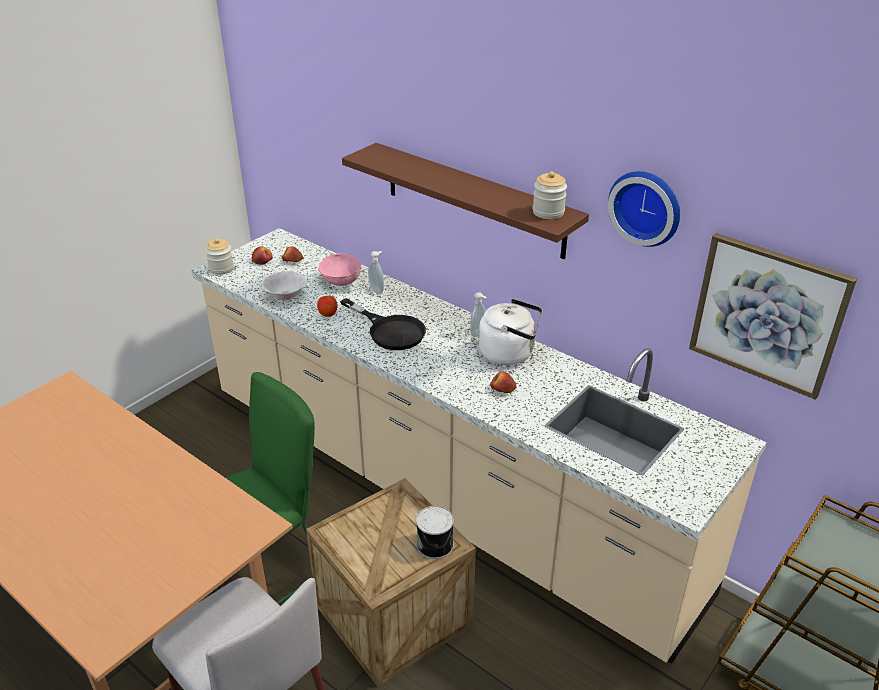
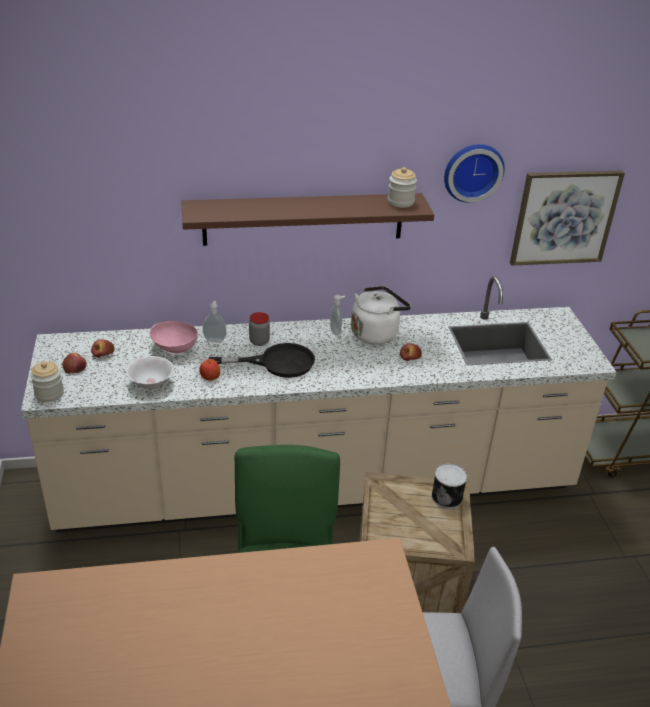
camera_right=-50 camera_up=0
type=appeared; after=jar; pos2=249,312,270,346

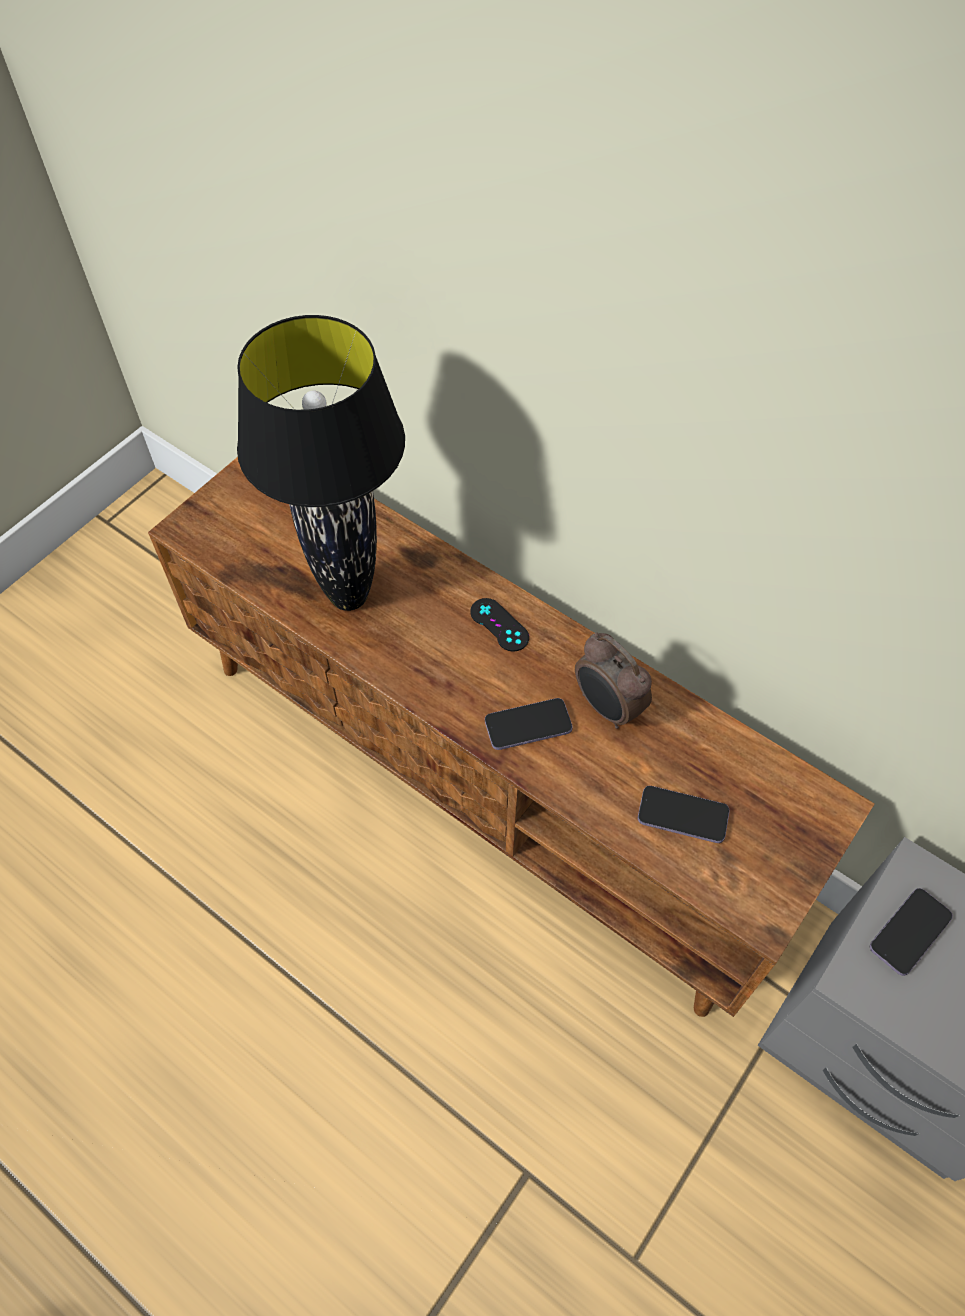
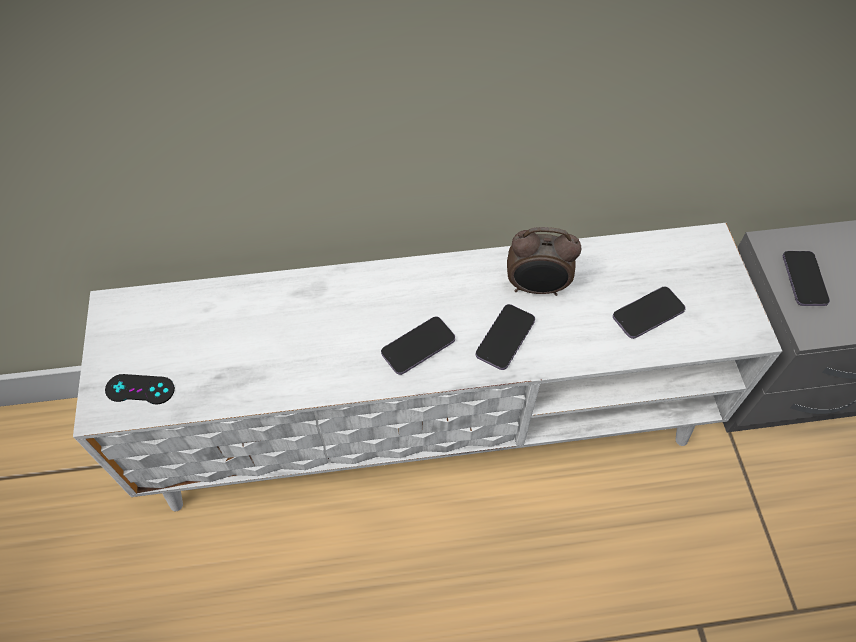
camera_right=-45 camera_up=0
type=missing; before=black table lamp; pos1=237,315,405,611
type=colour; before=brown tv stand; after=white tv stand; pos1=148,457,875,1017; pos2=73,223,782,511
type=relocated; before=black game controller; pos1=470,598,529,652; pos2=105,374,175,405
type=appeared; after=phone; pos2=381,316,455,375

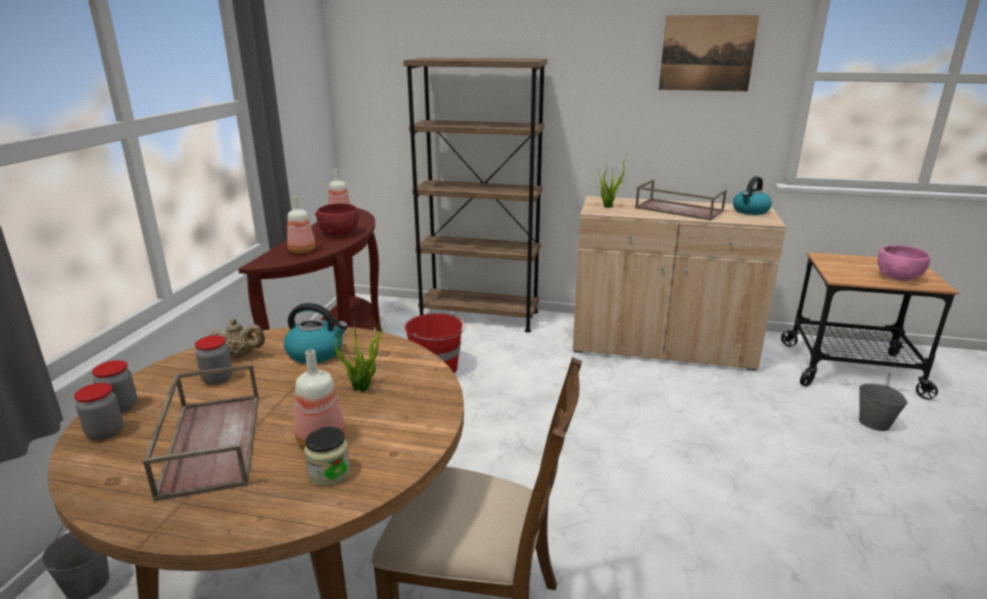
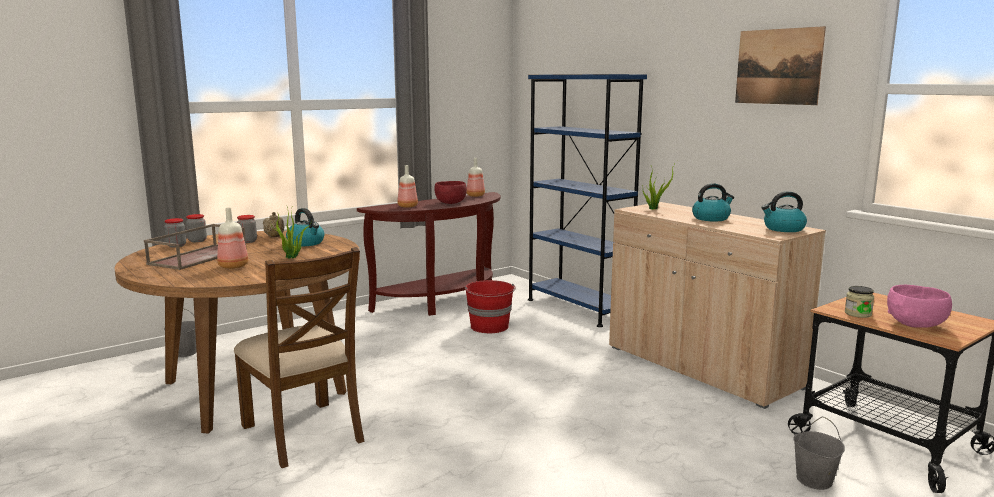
camera_right=40 camera_up=-10
type=colour; before=brown bookcase; after=blue bookcase; pos1=403,58,547,333; pos2=528,74,647,327
type=exchanged; before=brown tray; after=kettle; pos1=635,180,727,221; pos2=692,183,734,221
type=relocated; before=jar; pos1=304,427,350,486; pos2=845,286,874,318

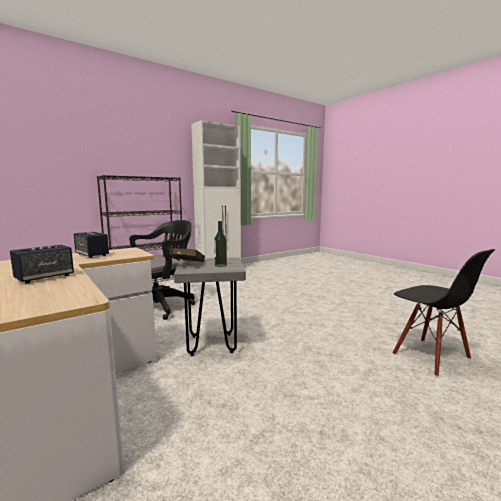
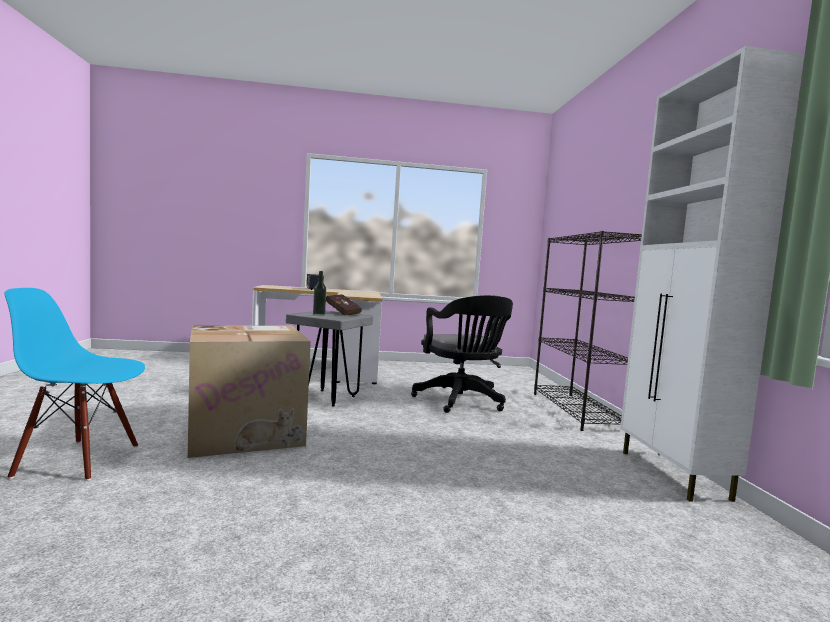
camera_right=120 camera_up=-5
type=missing; before=speaker; pos1=74,232,109,258
type=colour; before=black chair; after=blue chair; pos1=393,249,495,377; pos2=5,288,145,481
type=appeared; after=cardboard box; pos2=188,325,311,458

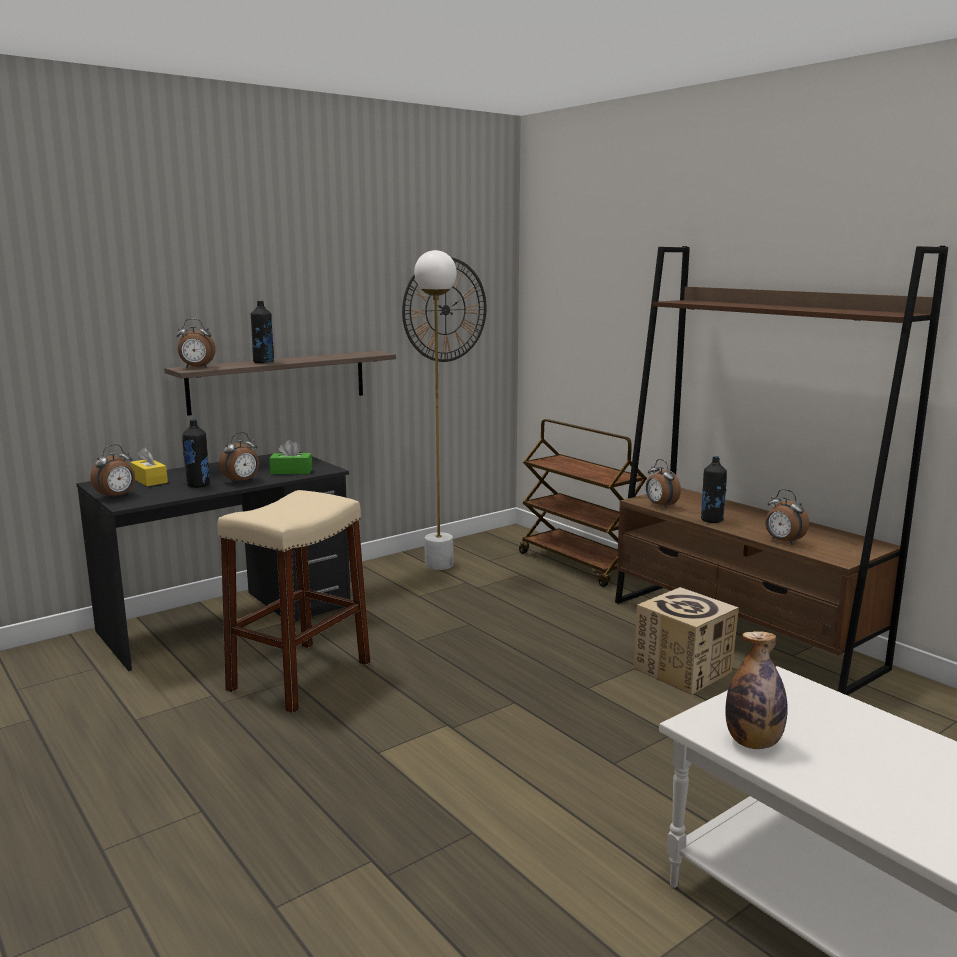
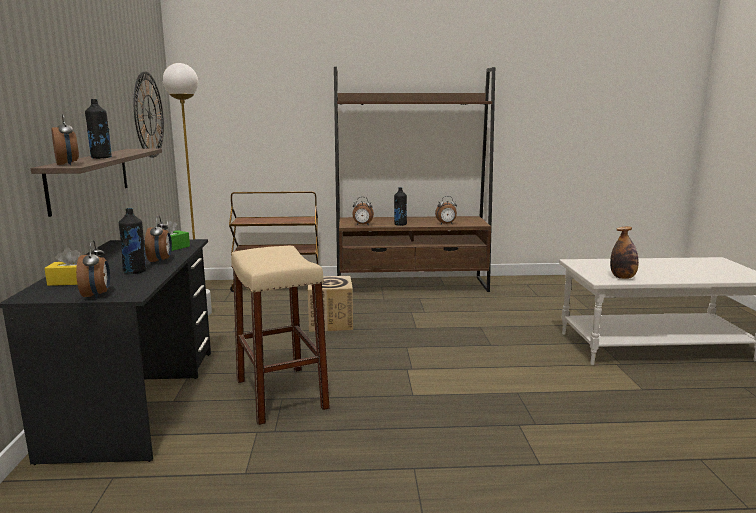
camera_right=-55 camera_up=0
type=spun; before=alarm clock; pos1=176,318,216,368; pos2=52,114,79,165; turn=-60
type=relocated; before=cardboard box; pos1=634,587,739,695; pos2=308,276,353,332

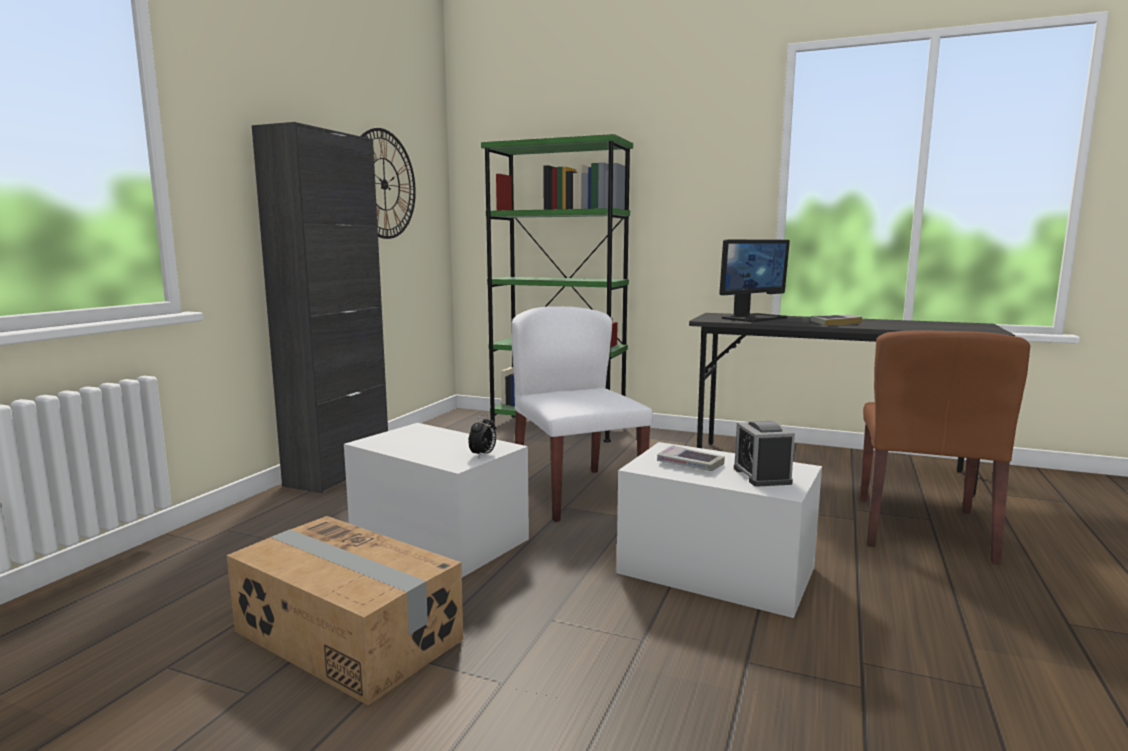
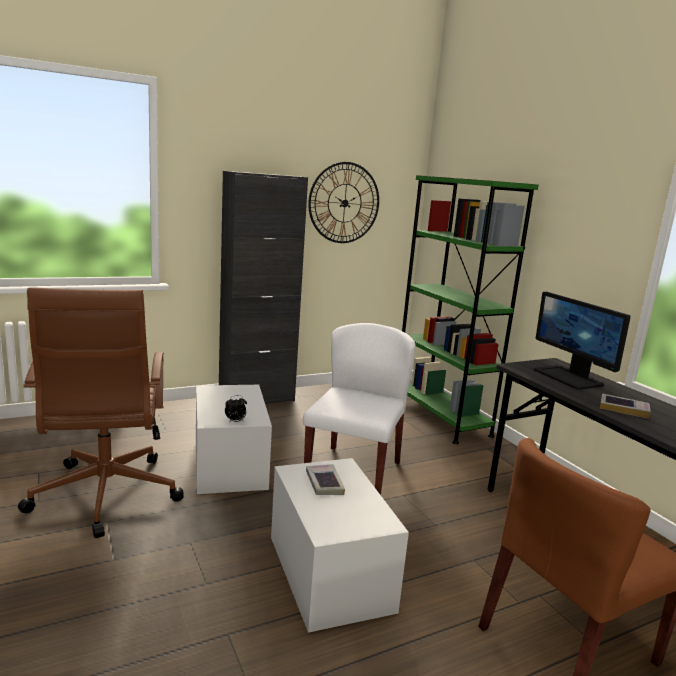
camera_right=40 camera_up=5
type=spun; before=monitor; pos1=719,239,790,322; pos2=533,292,631,390; turn=60
type=missing; before=alarm clock; pos1=734,421,795,486
type=exchanged; before=cardboard box; after=brown office chair; pos1=227,516,463,706; pos2=18,287,184,538

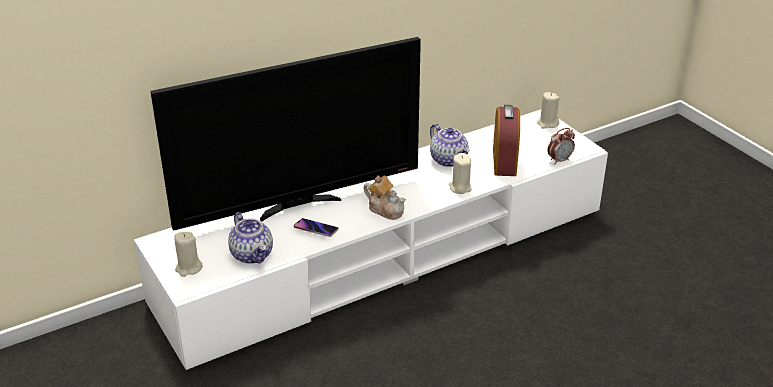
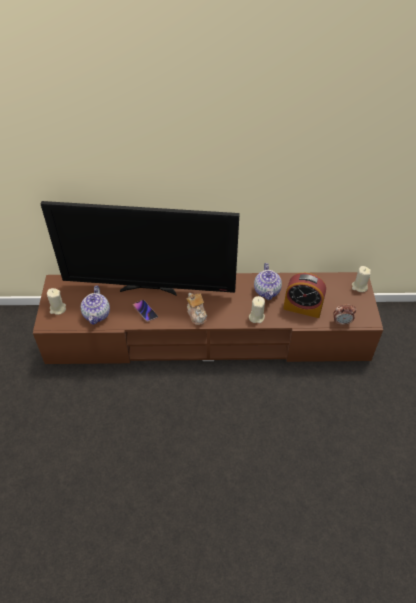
camera_right=30 camera_up=15
type=spun; before=alarm clock; pos1=493,105,520,176; pos2=283,273,326,318; turn=75
type=colour; before=white tv stand; after=brown tv stand; pos1=134,109,608,370; pos2=33,272,383,364

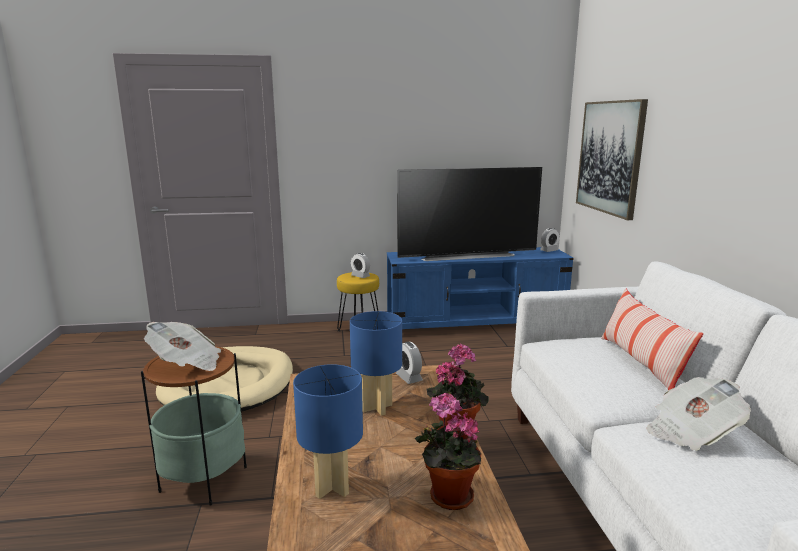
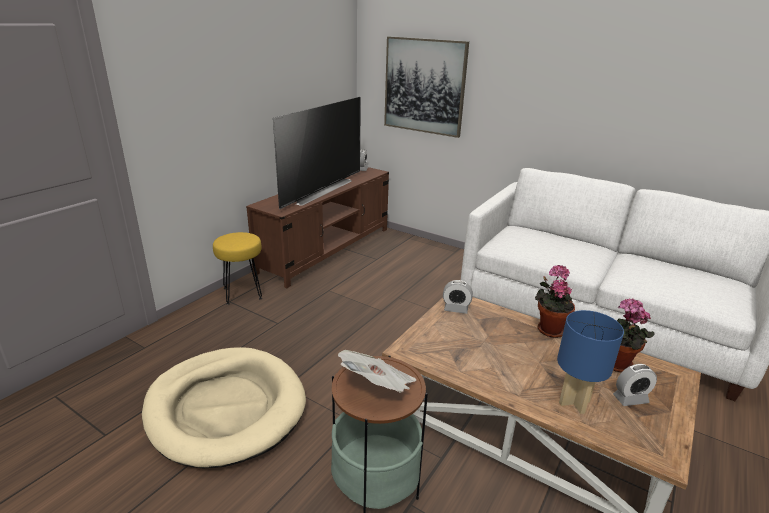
camera_right=-50 camera_up=10
type=colour; before=blue tv stand; after=brown tv stand; pos1=387,247,573,329; pos2=246,167,389,288
type=relocated; before=alarm clock; pos1=351,253,370,278; pos2=613,364,657,406
type=missing; before=pillow; pos1=601,288,703,390
type=missing; before=blue table lamp; pos1=350,311,402,416
type=missing; before=newspaper; pos1=646,377,751,451

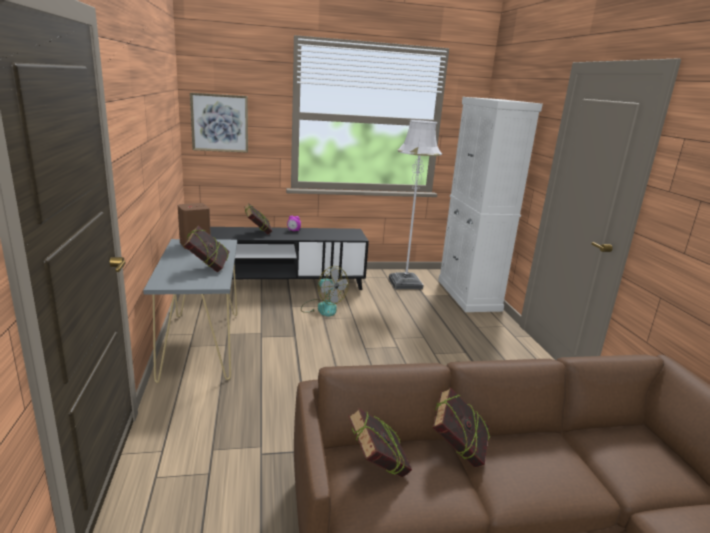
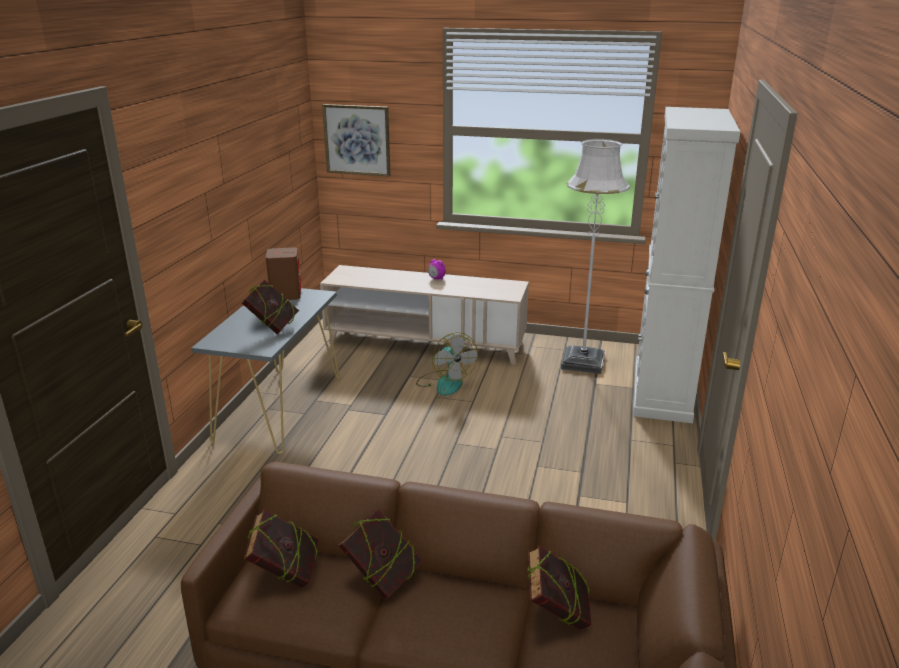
camera_right=25 camera_up=5
type=relocated; before=book; pos1=244,203,272,234; pos2=527,546,592,630
type=colour; before=black tv stand; after=beige tv stand; pos1=210,227,369,290; pos2=320,265,529,365

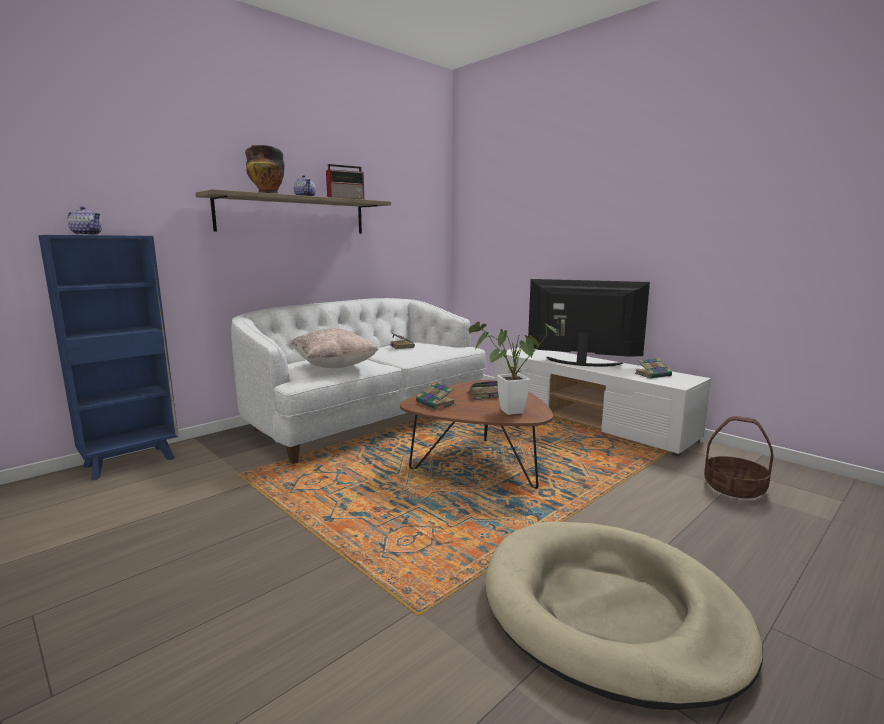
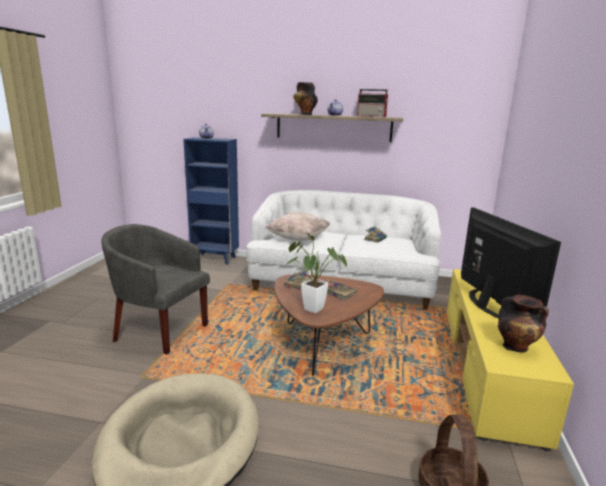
camera_right=55 camera_up=5
type=colour; before=white tv stand; after=yellow tv stand; pos1=494,347,711,456; pos2=447,269,574,451
type=exchanged; before=book; after=vase; pos1=635,358,673,379; pos2=498,295,549,353
type=appeared; after=grey armchair; pos2=101,224,210,354

